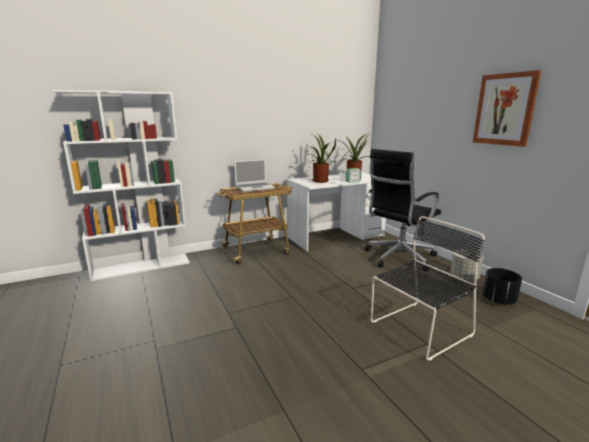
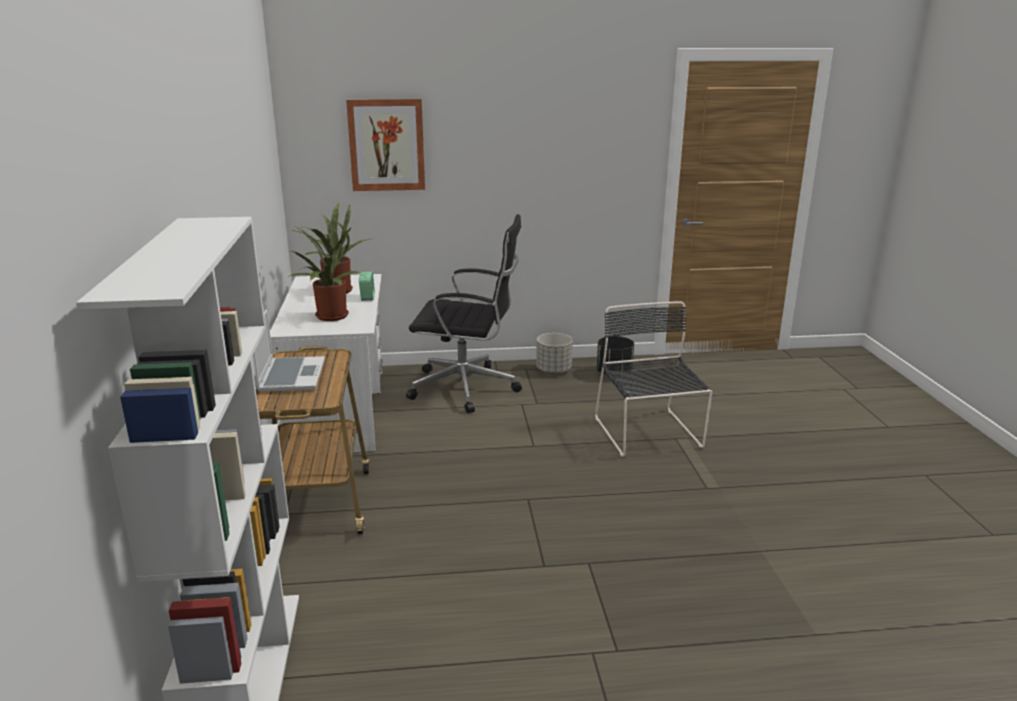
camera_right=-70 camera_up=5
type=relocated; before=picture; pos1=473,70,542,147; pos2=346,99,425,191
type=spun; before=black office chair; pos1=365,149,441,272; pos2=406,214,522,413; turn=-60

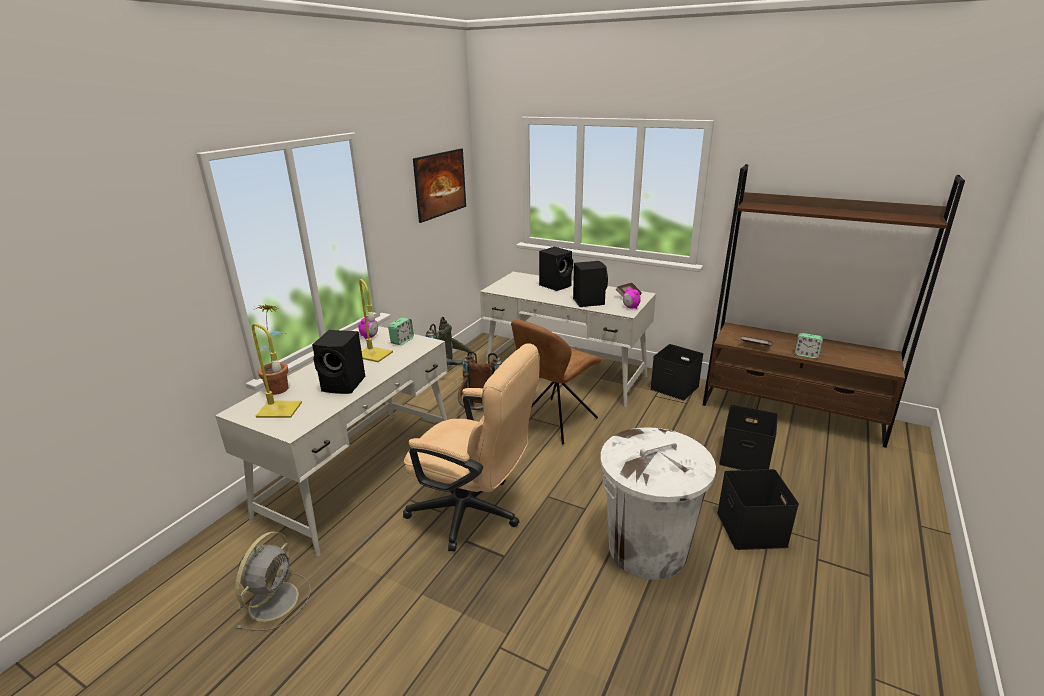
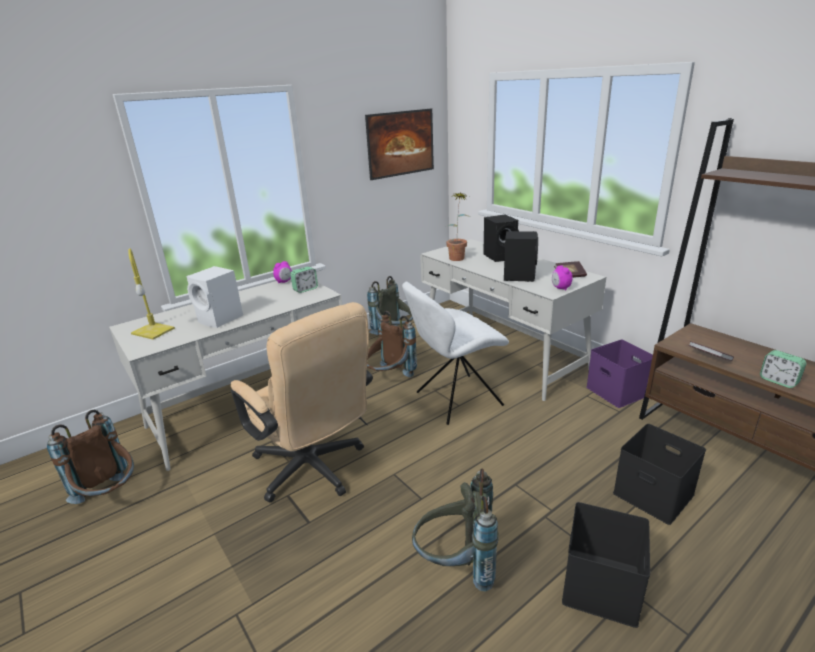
camera_right=25 camera_up=0
type=missing; before=yellow table lamp; pos1=359,279,393,362
type=relocated; before=potted plant; pos1=251,304,288,395; pos2=445,192,470,261
type=colour; before=brown chair; after=white chair; pos1=511,319,601,445; pos2=402,282,509,425
type=colour; before=black speaker; after=white speaker; pos1=312,330,366,394; pos2=186,266,243,328
type=colour; before=black storage box; after=purple storage box; pos1=650,344,703,401; pos2=586,340,653,408
type=exchanged; before=white trash can; after=grey backpack; pos1=600,427,716,580; pos2=412,469,499,591
type=exchanged; before=grey fan; after=brown backpack; pos1=235,531,311,631; pos2=47,410,134,504

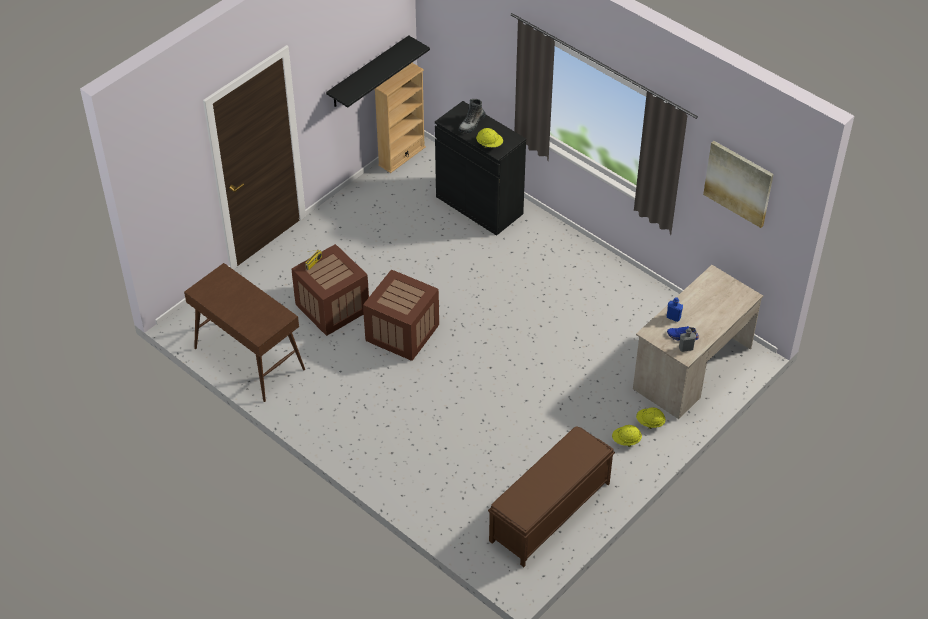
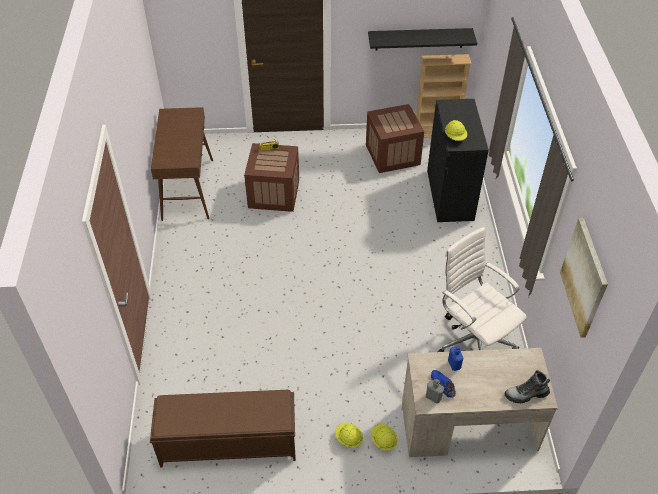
camera_right=45 camera_up=0
type=relocated; before=boot; pos1=458,99,486,133; pos2=505,370,550,403
type=relocated; before=crate; pos1=363,270,439,361; pos2=366,104,424,173
type=appeared; after=white office chair; pos2=438,227,527,352

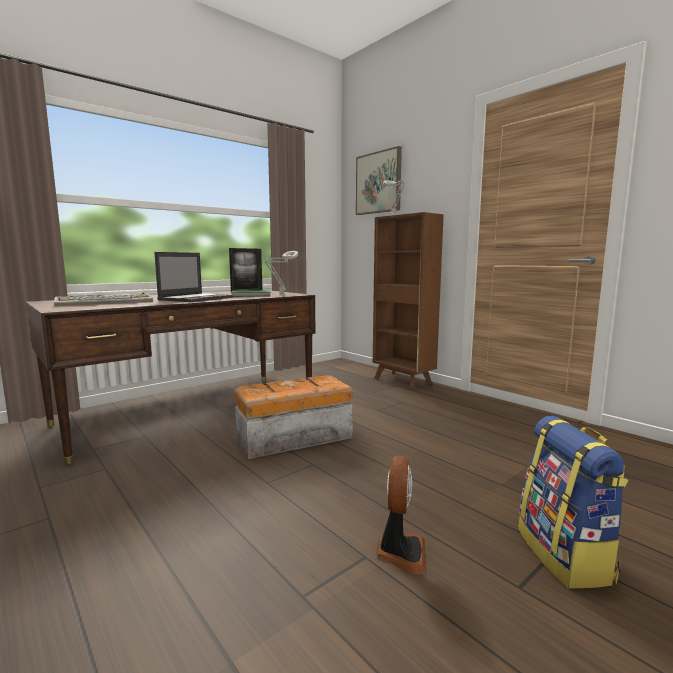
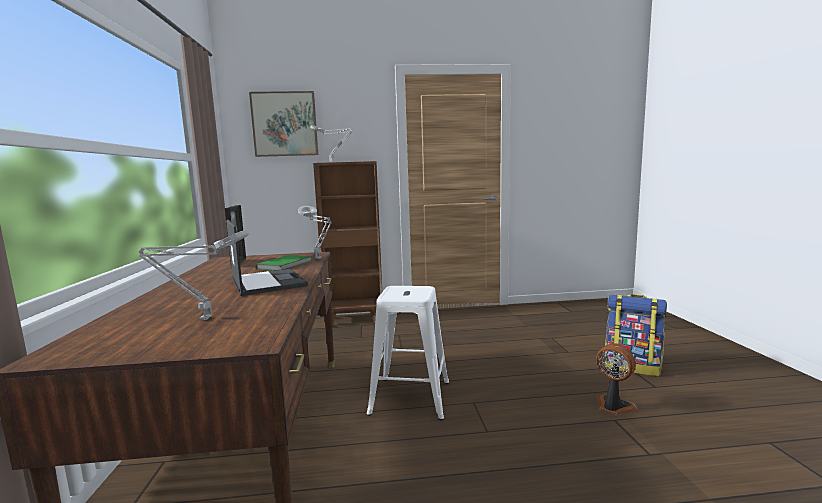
camera_right=-55 camera_up=0
type=exchanged; before=keyboard; after=grey table lamp; pos1=54,293,153,307; pos2=139,230,249,320
type=exchanged; before=storage box; after=white stool; pos1=234,375,353,459; pos2=367,286,449,420

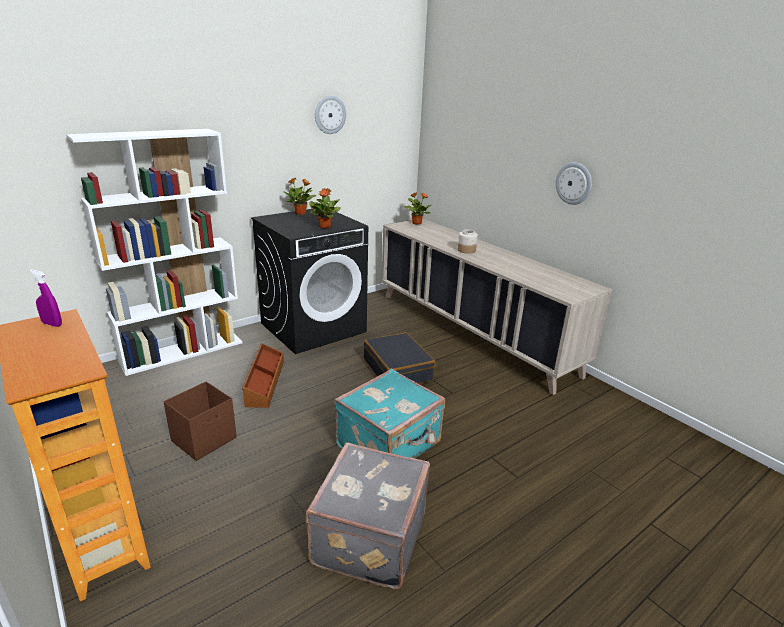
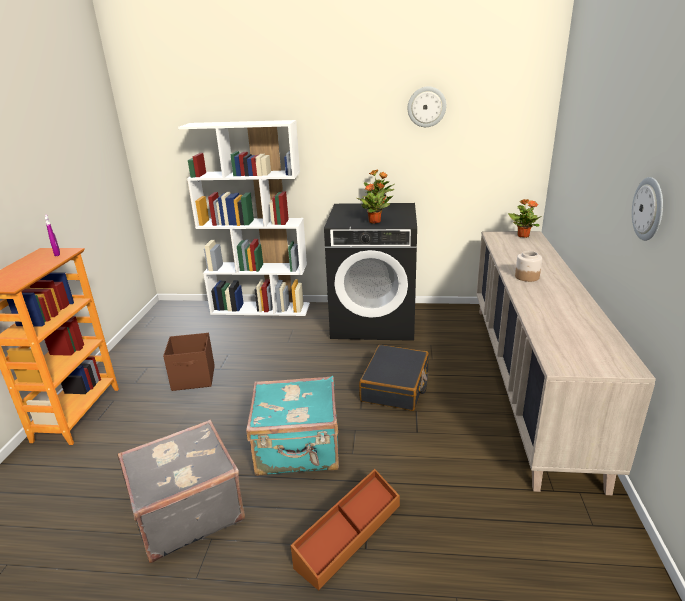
camera_right=45 camera_up=0
type=relocated; before=brown storage box; pos1=242,343,284,408; pos2=290,469,400,591

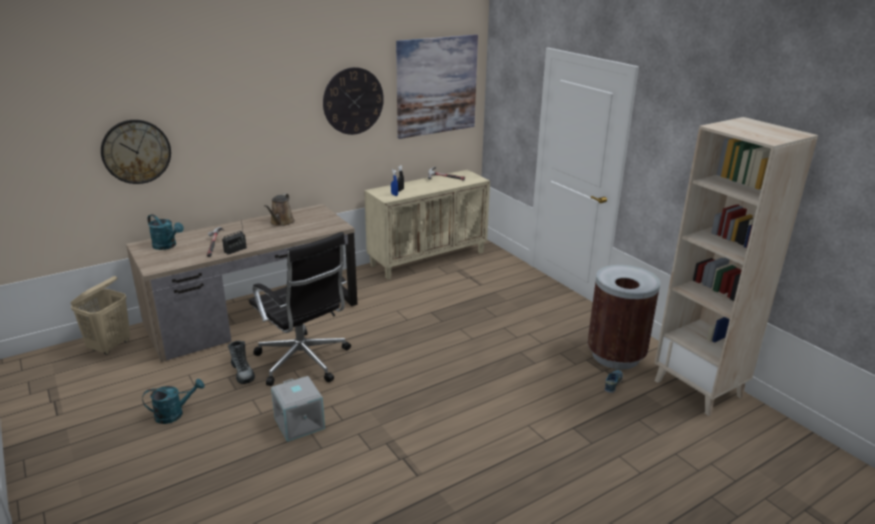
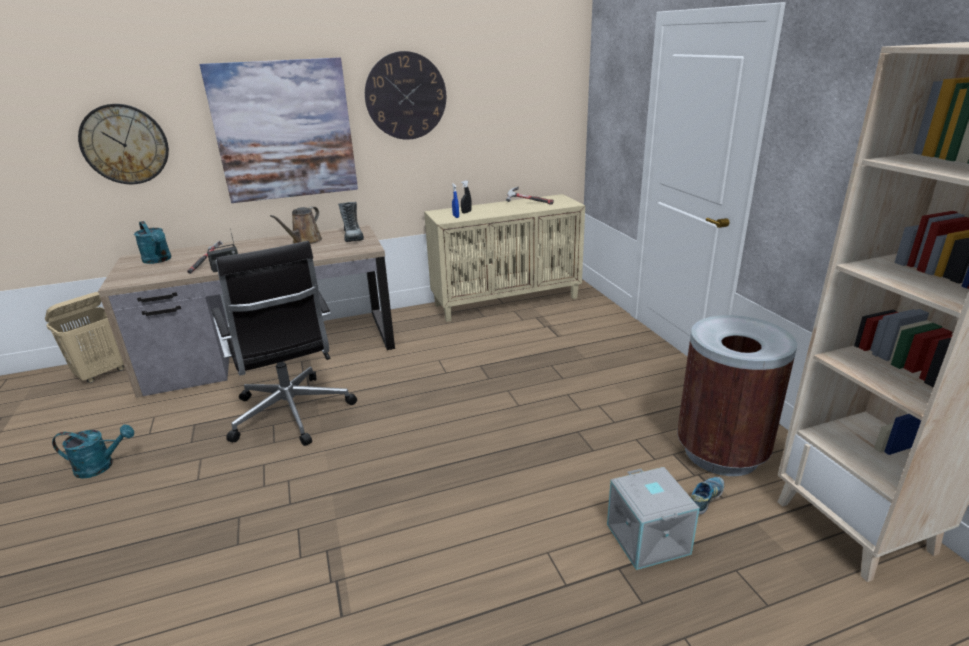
camera_right=15 camera_up=0
type=relocated; before=picture; pos1=396,35,478,139; pos2=200,57,358,203
type=relocated; before=boot; pos1=228,340,255,384; pos2=338,202,364,242
type=relocated; before=grey storage box; pos1=271,376,325,442; pos2=607,467,700,570

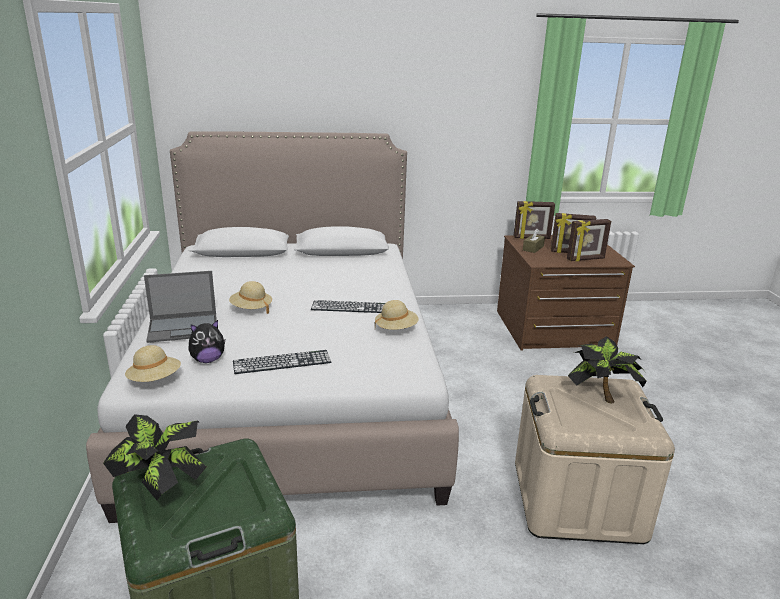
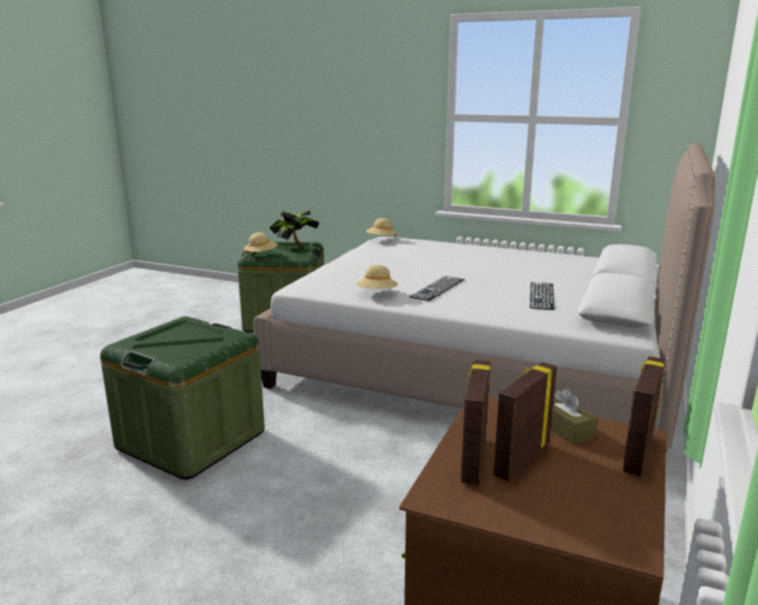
camera_right=120 camera_up=-5
type=missing; before=laptop; pos1=144,271,216,343
type=relocated; before=beige hat; pos1=229,281,272,314; pos2=244,232,277,256
type=missing; before=plush toy; pos1=188,320,225,363
type=missing; before=potted plant; pos1=568,336,647,404
type=relocated; before=keyboard; pos1=233,350,332,374; pos2=530,282,554,310
type=colour; before=beige storage box; after=green storage box; pos1=515,375,675,544; pos2=100,316,265,480

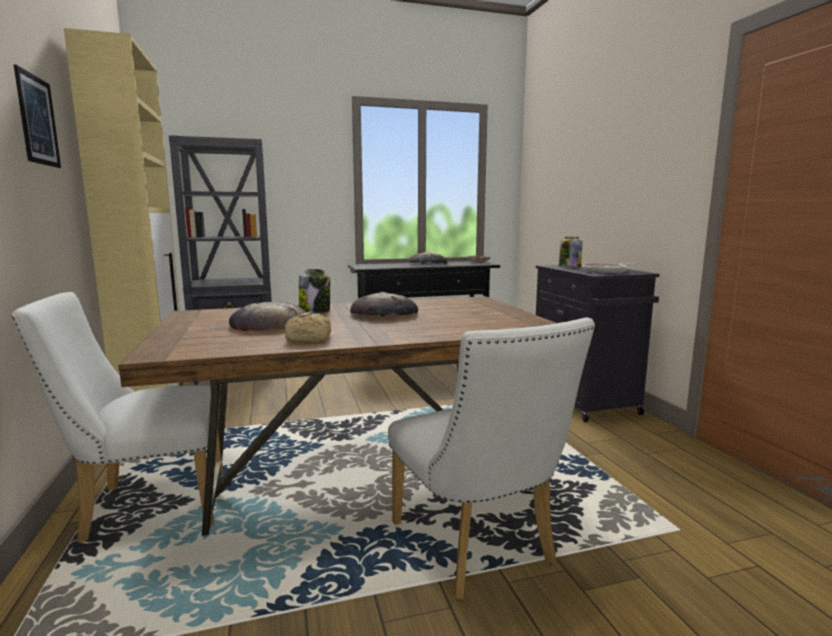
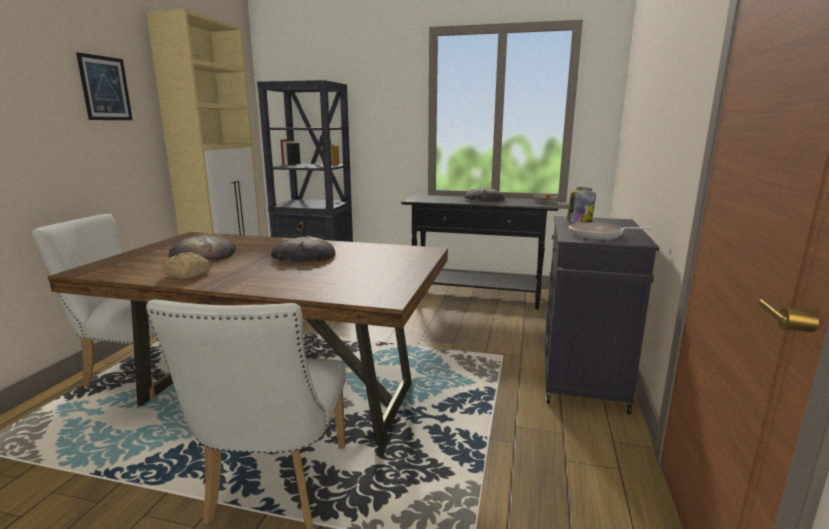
camera_right=30 camera_up=5
type=missing; before=jar; pos1=299,269,330,313

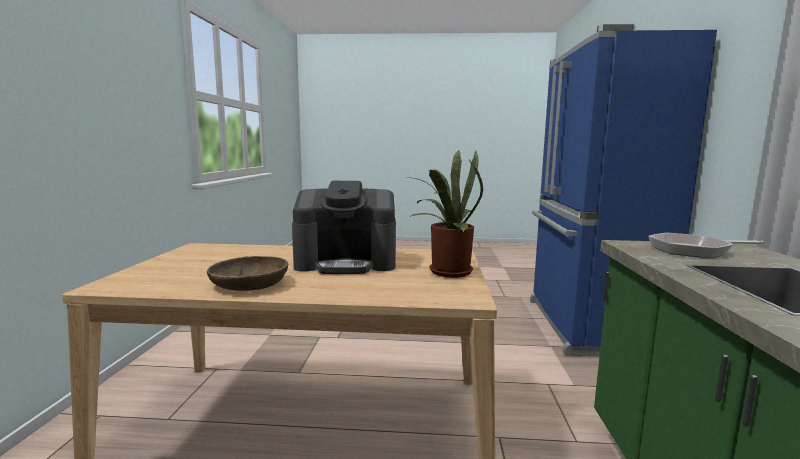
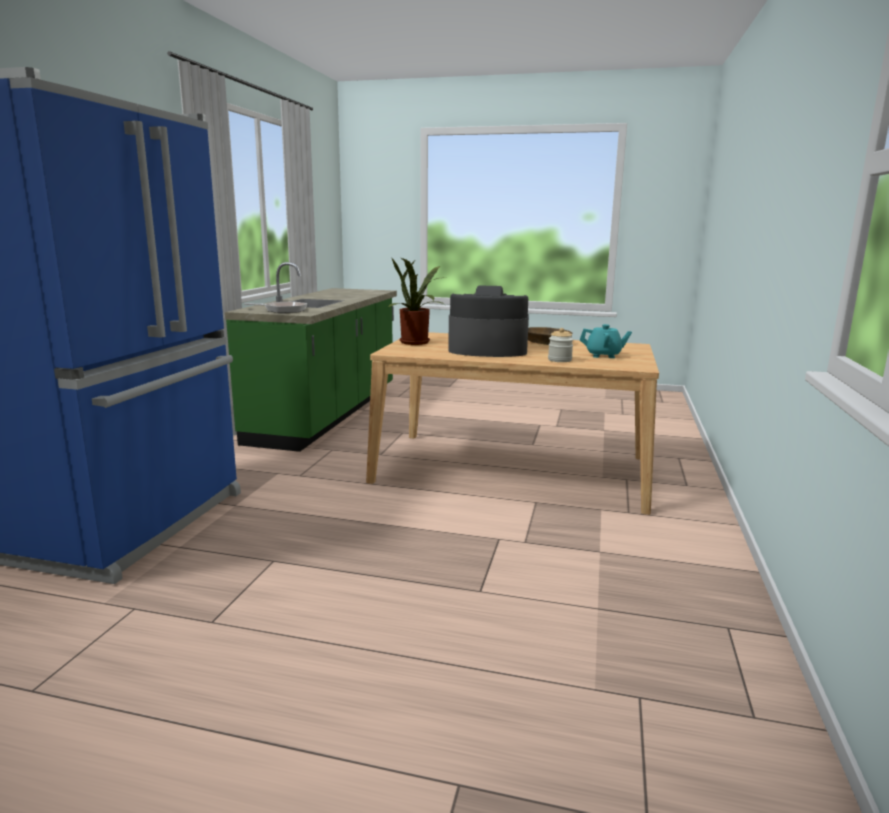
camera_right=-170 camera_up=5
type=appeared; after=turquoise teapot; pos2=580,324,632,358
type=appeared; after=jar; pos2=548,328,574,362

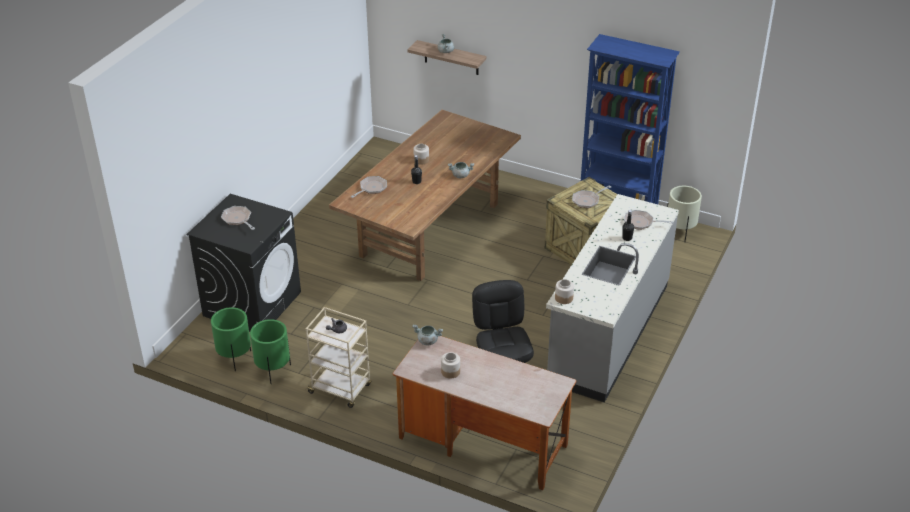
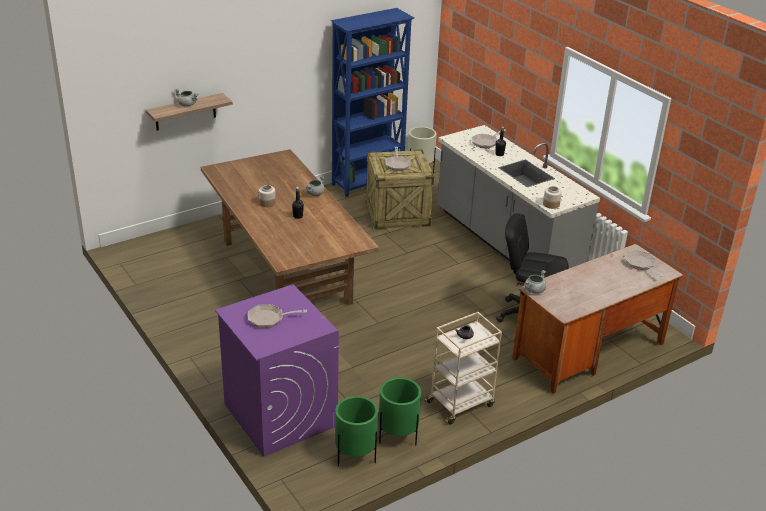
camera_right=-60 camera_up=-5
type=relocated; before=frying pan; pos1=351,176,387,198; pos2=625,250,662,277
type=colour; before=black washing machine; after=purple washing machine; pos1=187,194,301,332; pos2=215,284,339,457
type=missing; before=jar; pos1=441,352,460,378

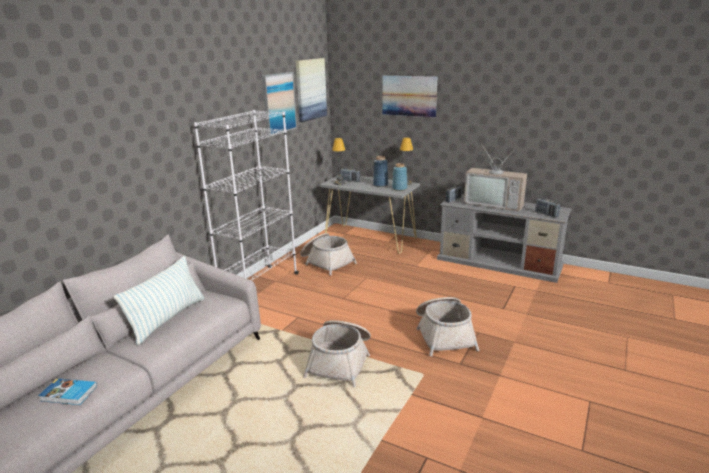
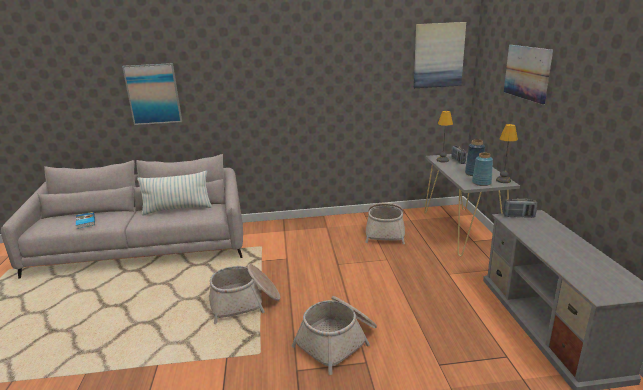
camera_right=55 camera_up=0
type=relocated; before=picture; pos1=262,72,297,136; pos2=122,63,182,125
type=missing; before=white bookcase; pos1=194,110,299,281
type=missing; before=television; pos1=464,145,527,212
type=missing; before=radio; pos1=535,198,560,218

